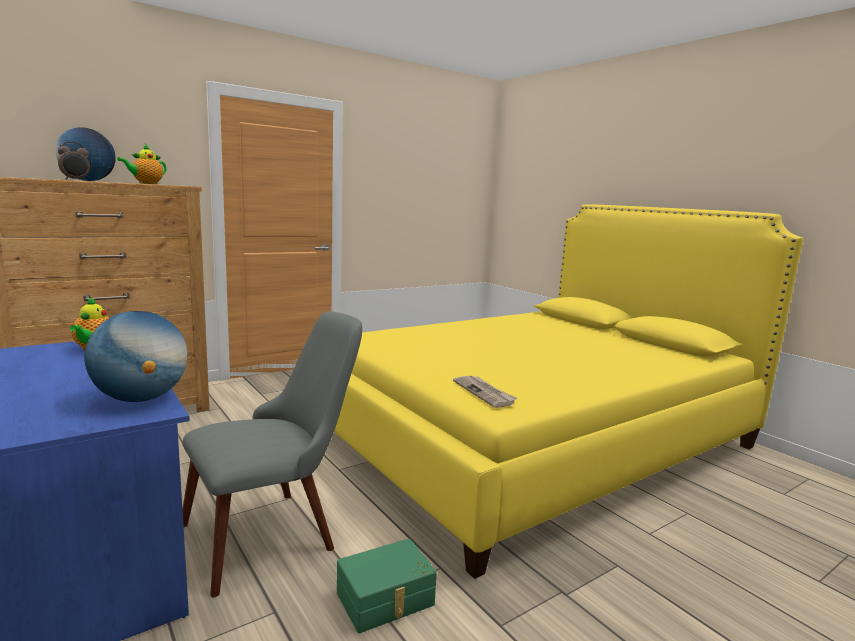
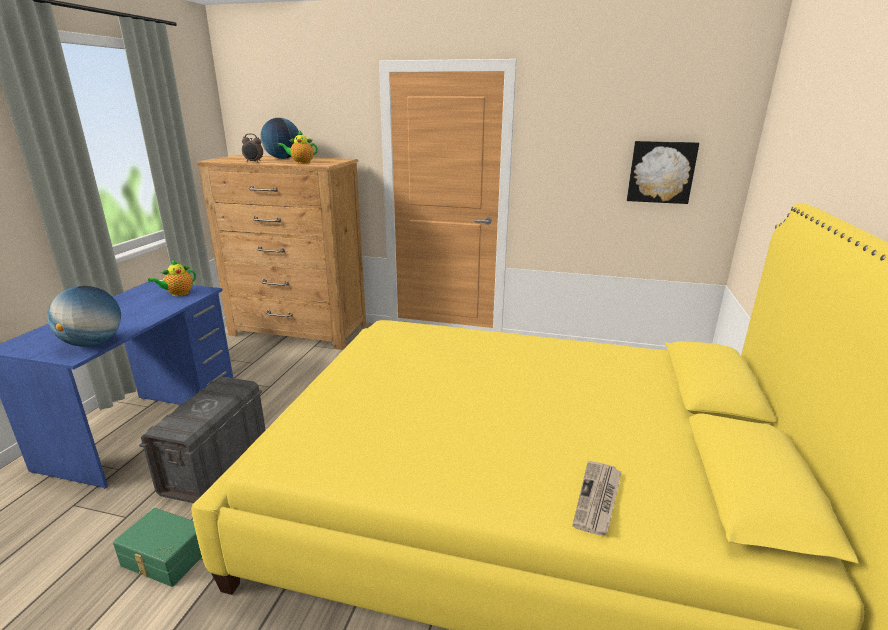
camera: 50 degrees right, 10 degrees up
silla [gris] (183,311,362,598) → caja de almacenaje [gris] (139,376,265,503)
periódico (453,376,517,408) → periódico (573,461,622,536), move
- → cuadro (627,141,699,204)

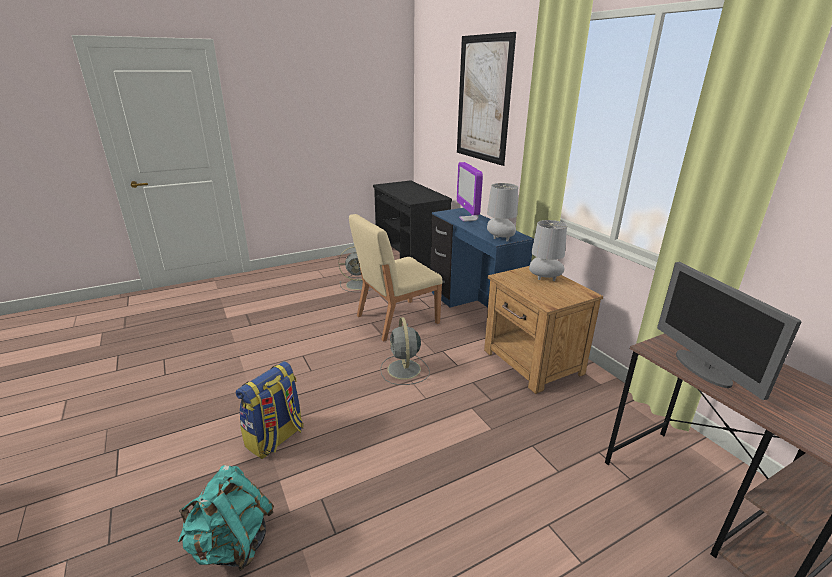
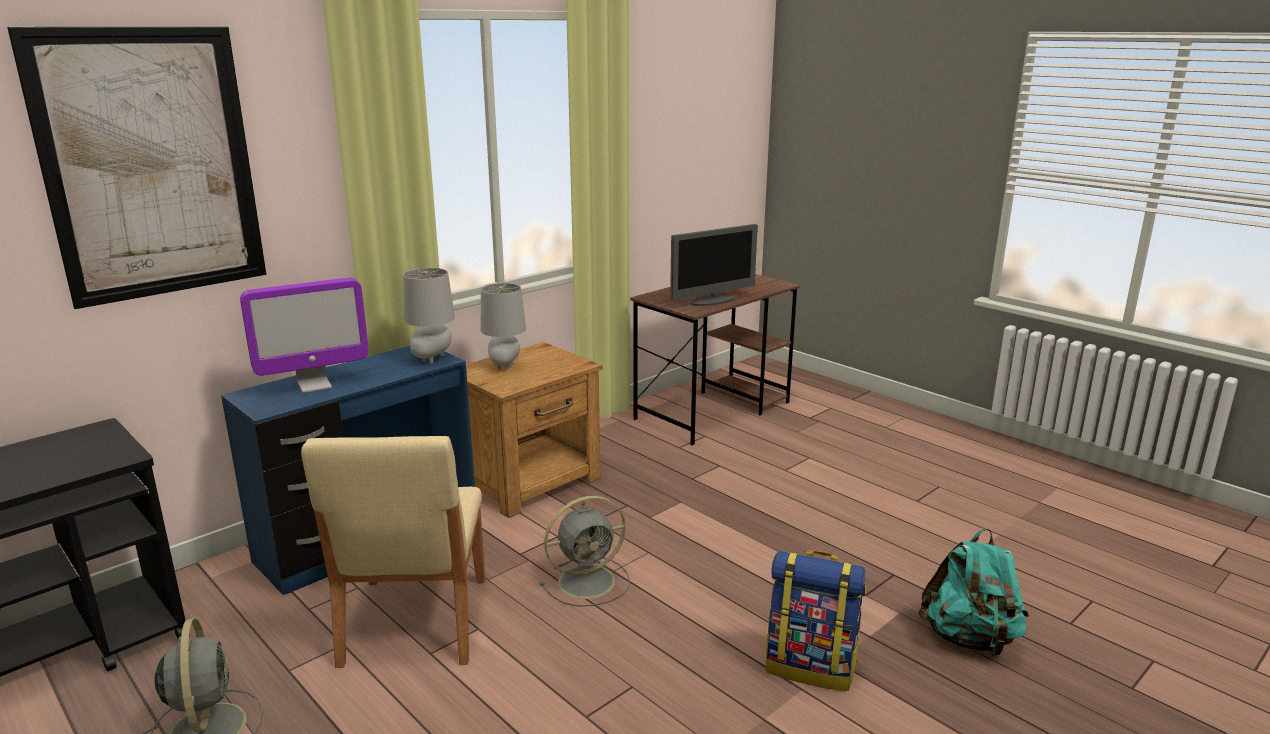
camera: 105 degrees left, 5 degrees down
silla [beis] (349,214,443,341) → silla [beis] (301,436,485,668), 45 degrees clockwise

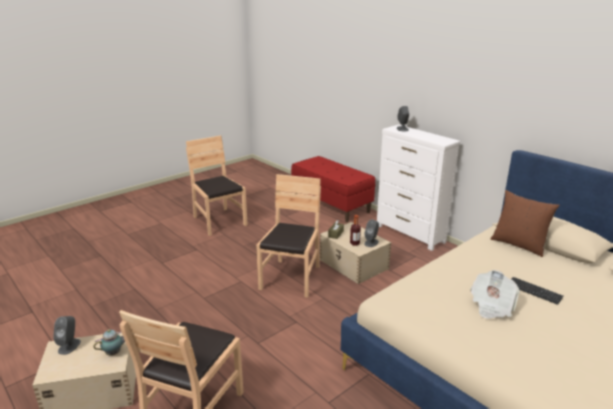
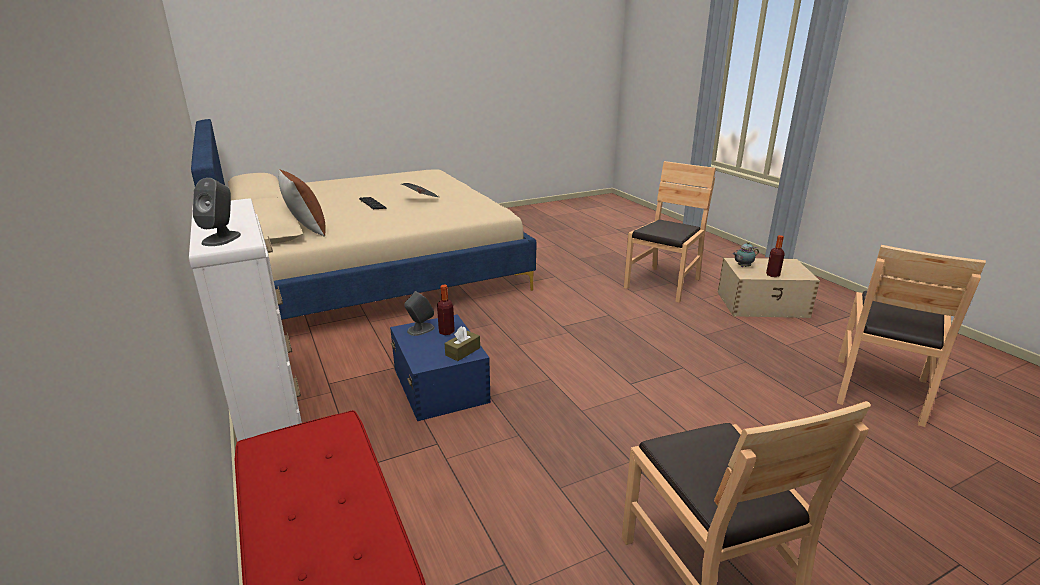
camera: 165 degrees left, 0 degrees up
silla [marrón] (256,174,321,298) → silla [marrón] (837,245,986,427), move
caja de almacenaje [beis] (320,222,391,284) → caja de almacenaje [azul] (390,314,491,421)
altavoz [gris] (53,316,81,355) → -
- → botella (766,235,785,277)

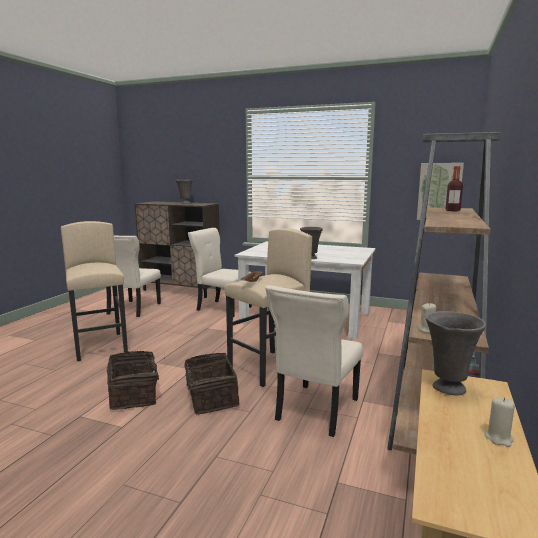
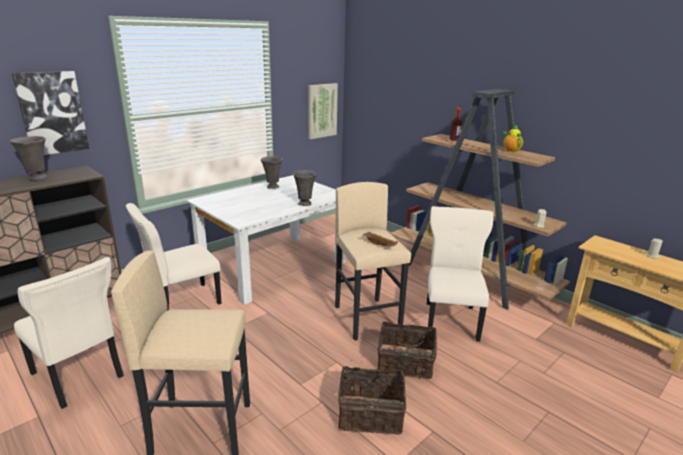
camera: 65 degrees left, 10 degrees up
silla [beis] (266,285,363,437) → silla [beis] (427,206,494,342), 135 degrees counterclockwise
florero [gris] (425,311,486,395) → florero [gris] (261,156,283,189), move
- → cuadro (12,71,89,155)
- → tetera (503,125,523,153)

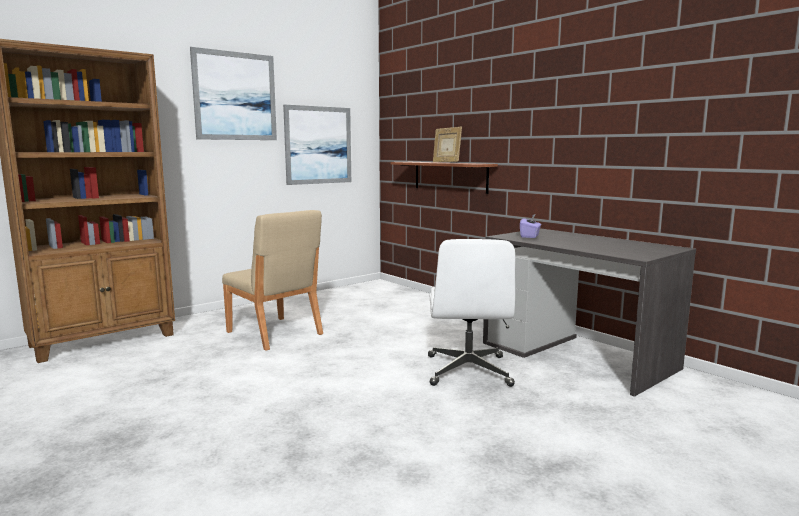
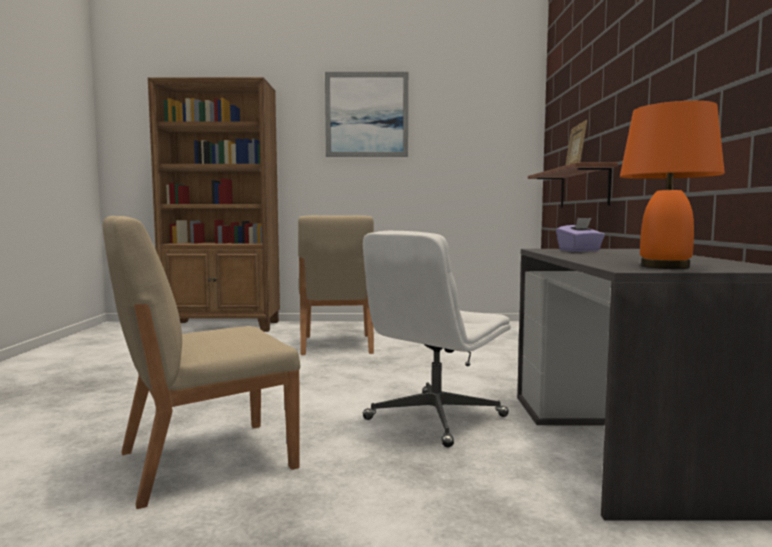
camera: 40 degrees right, 5 degrees down
cuadro (283,105,351,185) → -
- → lámpara de mesa [naranja] (620,101,725,269)
- → silla [beis] (103,216,300,509)

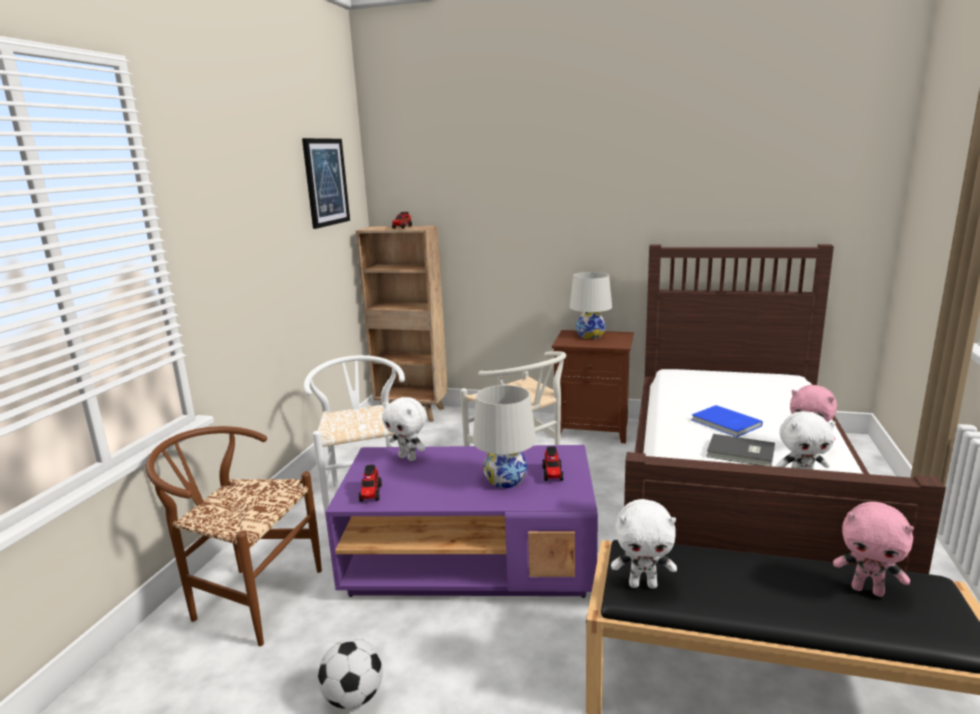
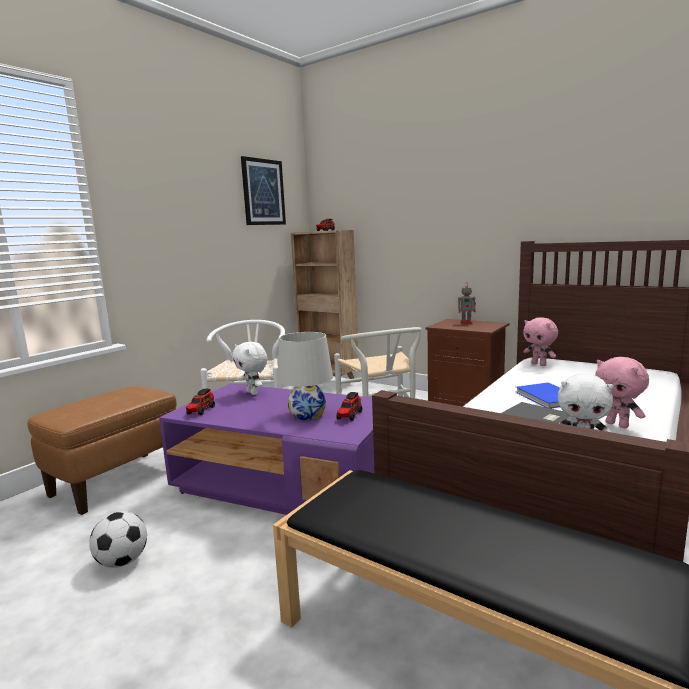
camera: 20 degrees right, 5 degrees down
lámpara de mesa [blanco] (570,272,612,339) → robot de juguete (458,282,476,324)
silla [marrón] (146,426,322,646) → puf [marrón] (27,386,176,515)
peluche [blanco] (611,499,677,589) → -
peluche [rosa] (833,502,914,597) → peluche [rosa] (523,317,558,366), move

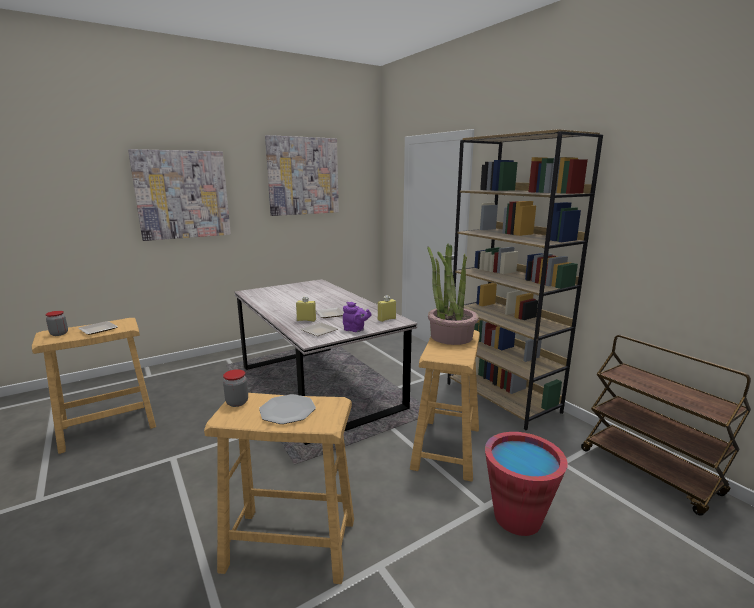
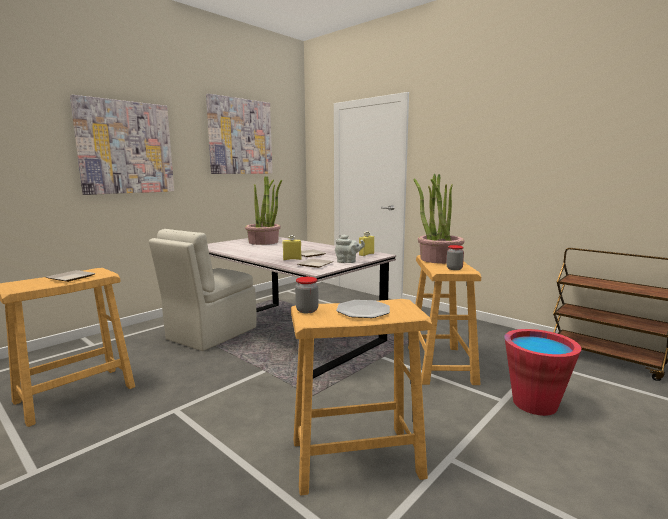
camera: 15 degrees left, 5 degrees down
estantería [marrón] (447,129,603,430) → -
tetera [morado] (343,302,372,332) → tetera [gris] (335,234,365,263)
tarro (45,311,68,336) → tarro (447,245,464,270), move
- → planta en maceta (245,176,282,245)
- → silla [beis] (149,229,257,351)

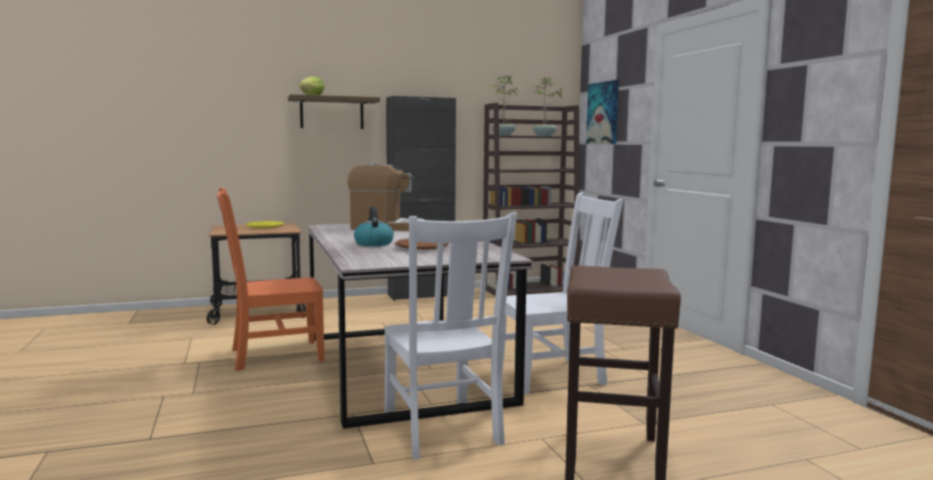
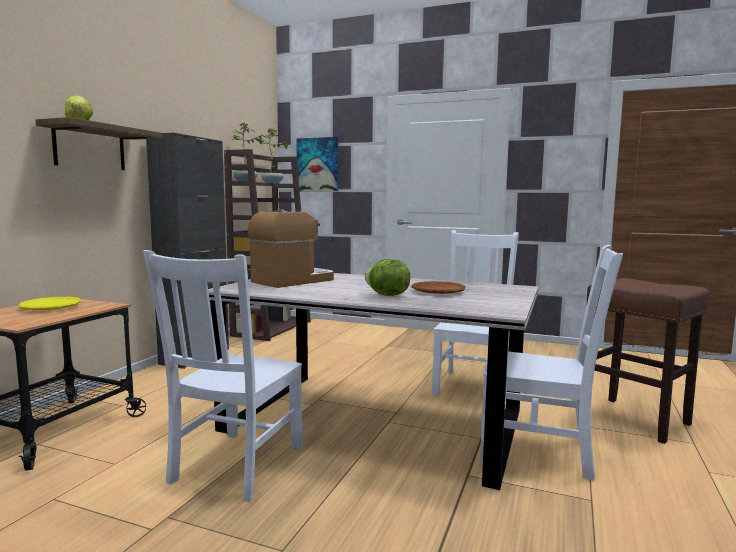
camera: 50 degrees left, 0 degrees up
silla [naranja] (217,188,325,371) → silla [blanco] (143,250,303,501)
hervidor (354,206,394,246) → lechuga (364,259,410,296)

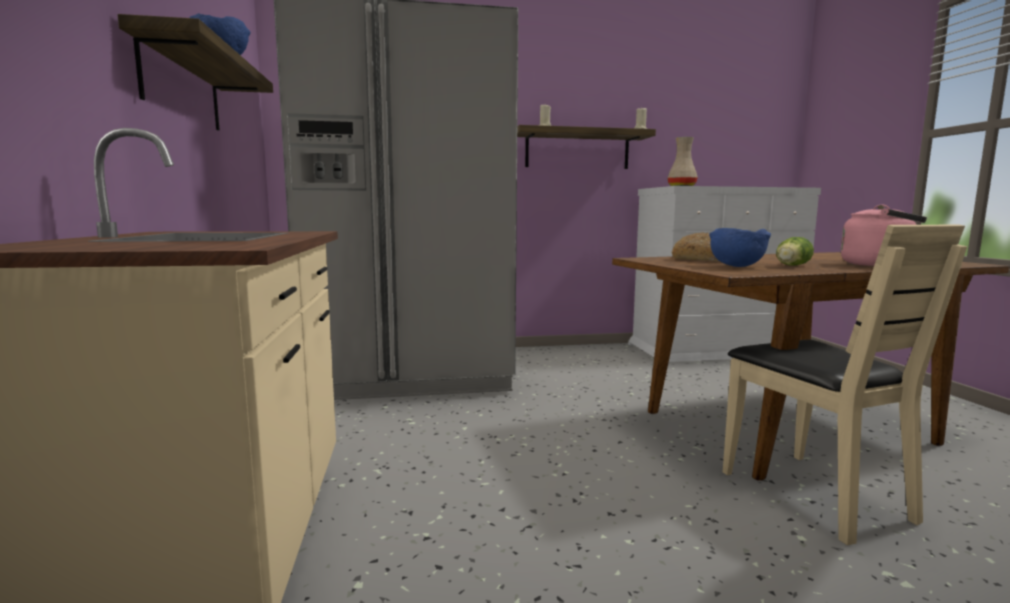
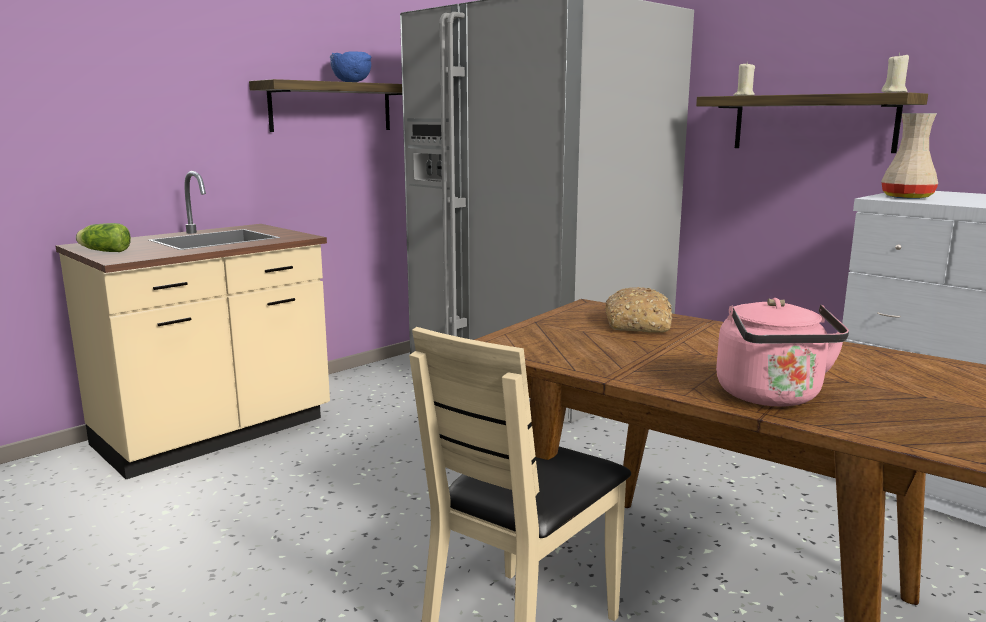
camera: 55 degrees right, 5 degrees up
cuenco [azul] (709,228,771,267) → -
lechuga (776,237,814,266) → lechuga (76,223,131,252), move

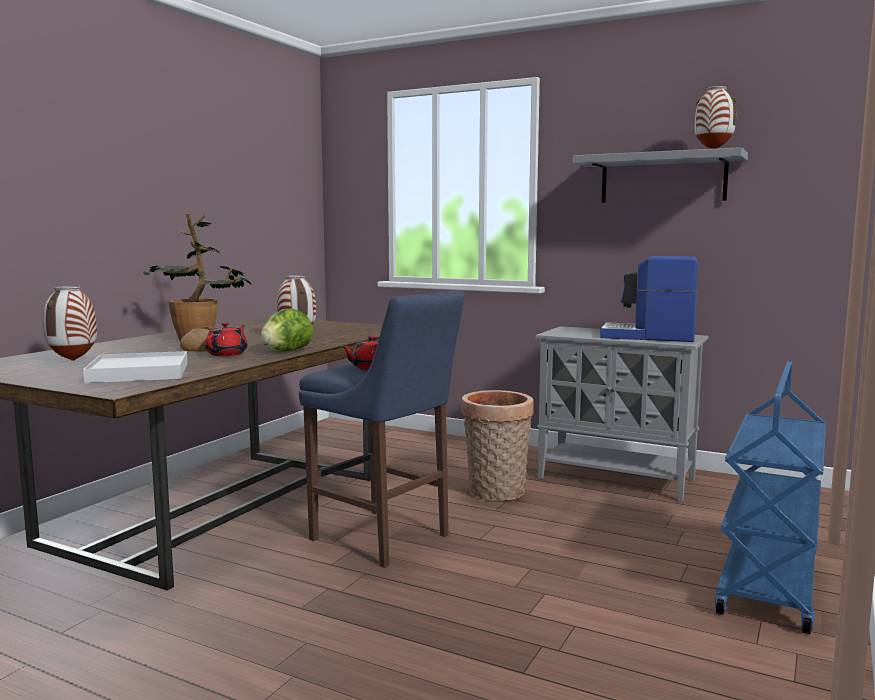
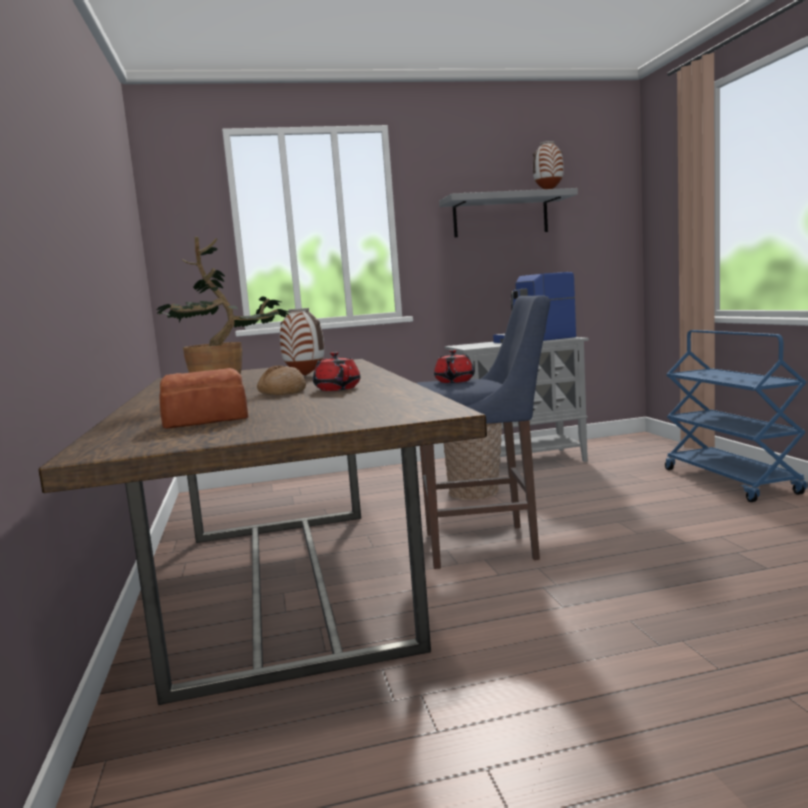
camera: 40 degrees left, 0 degrees up
florero (43,286,97,361) → pan (159,368,248,429)
lechuga (261,309,313,352) → -
bandeja [blanco] (83,351,188,383) → -

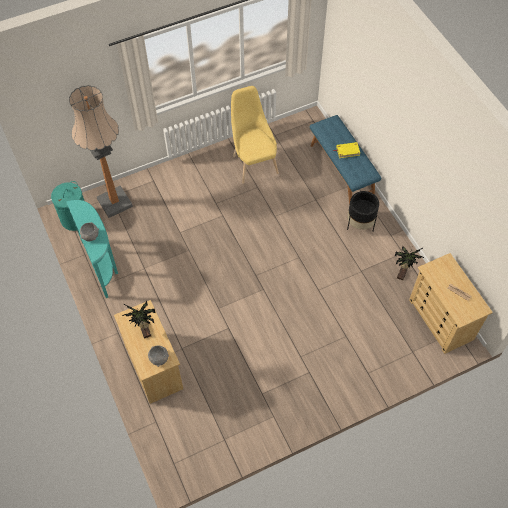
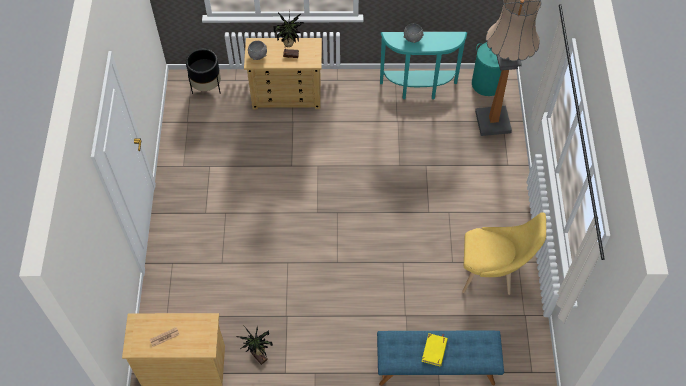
camera: 115 degrees right, 0 degrees up
maceta [negro] (347,191,379,232) → maceta [negro] (186,49,221,94), move

